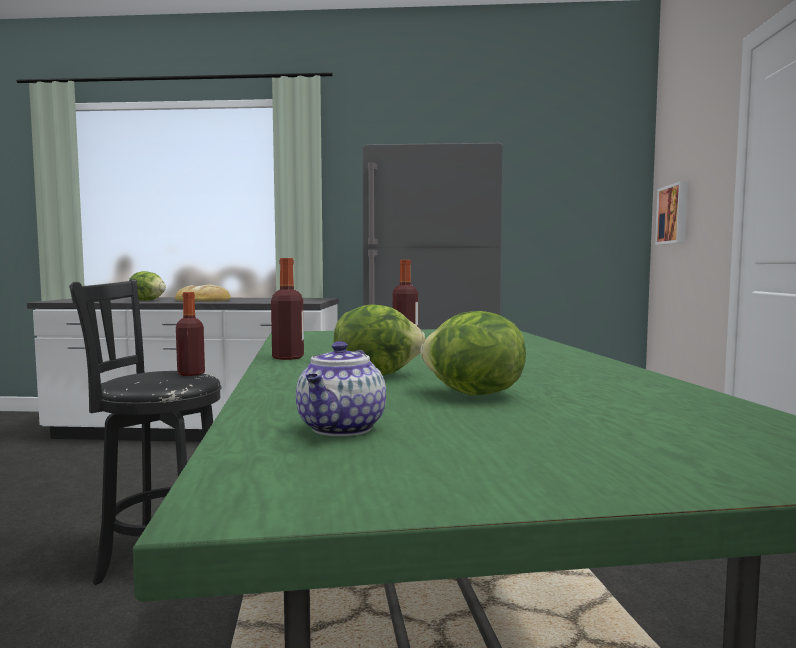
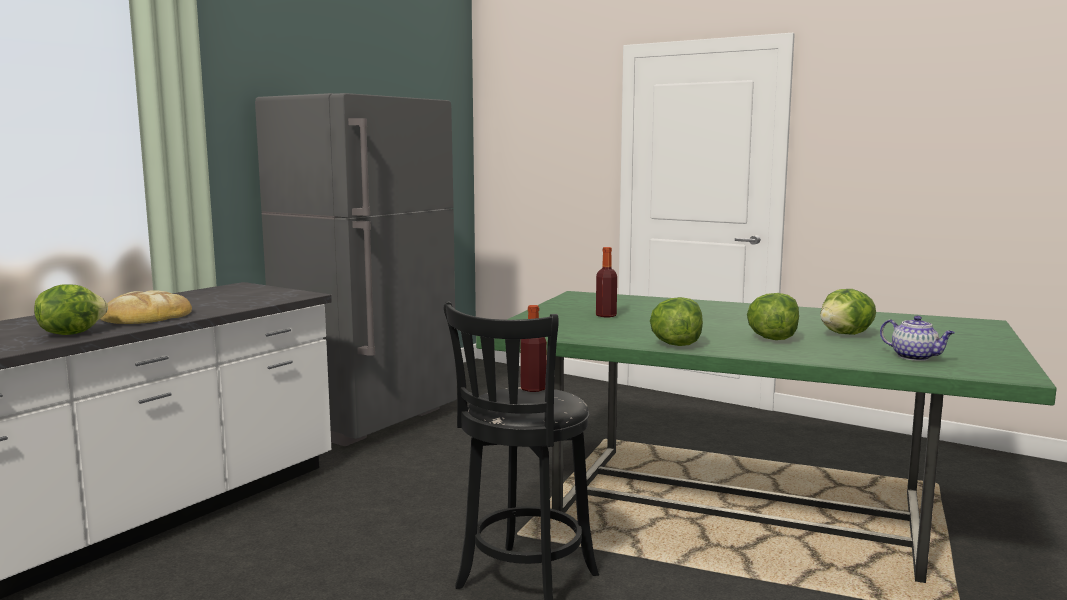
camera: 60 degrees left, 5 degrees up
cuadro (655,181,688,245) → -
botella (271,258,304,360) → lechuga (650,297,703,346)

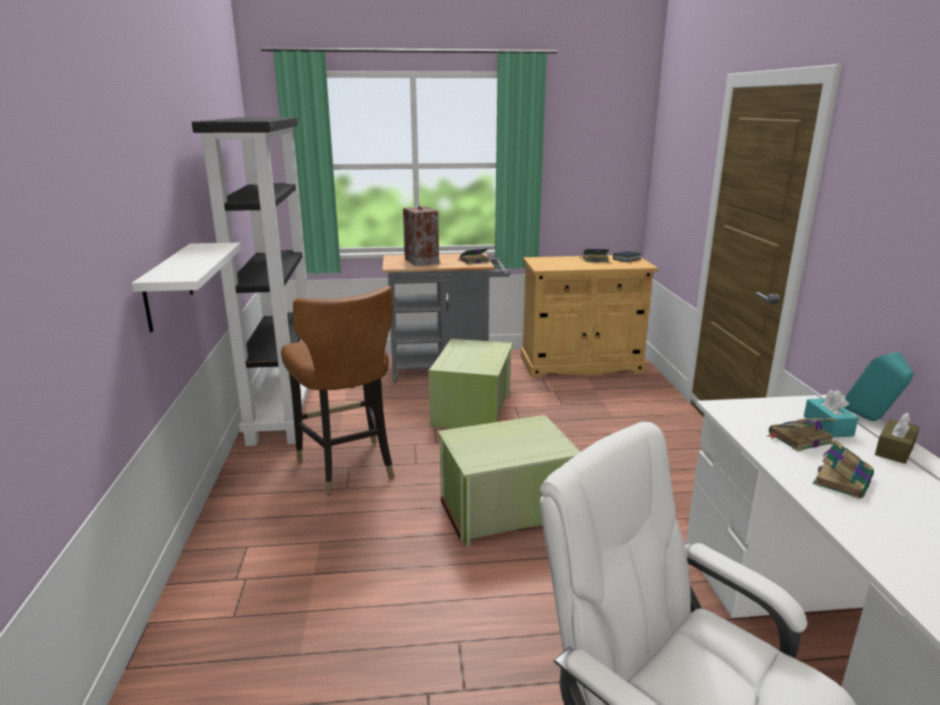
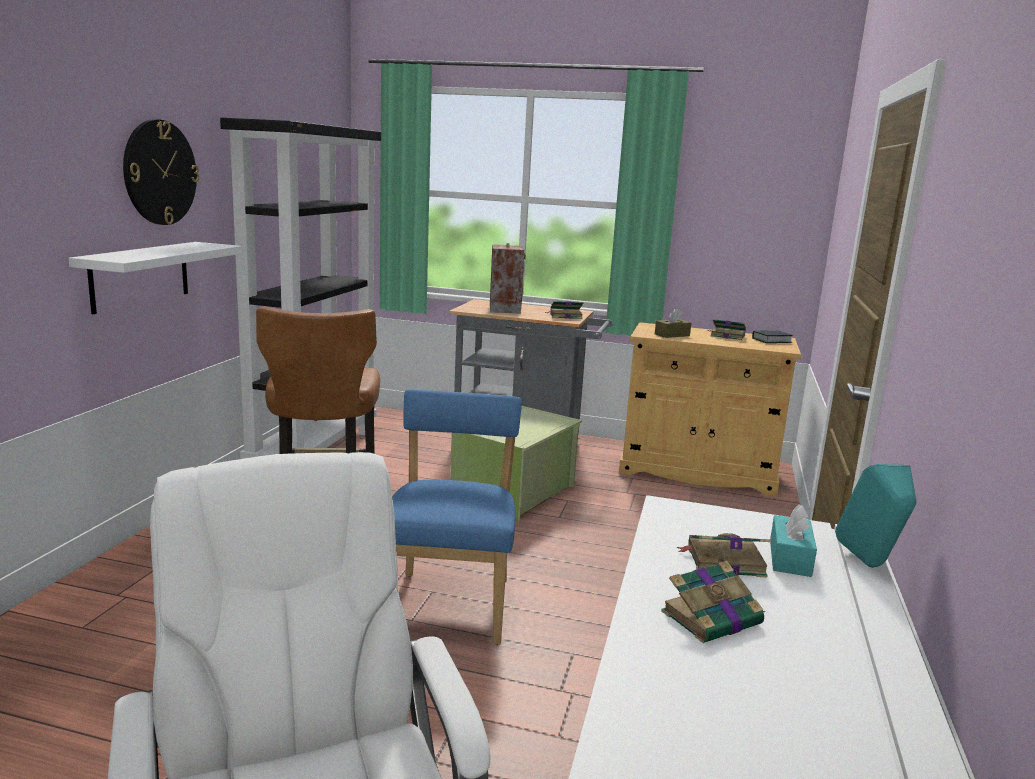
camera: 20 degrees right, 5 degrees down
caja de pañuelos [marrón] (875,412,919,464) → caja de pañuelos [marrón] (655,308,691,338), move
caja de almacenaje [verde] (438,415,581,547) → silla [azul] (392,390,522,645)
- → reloj de pared (123,119,199,225)

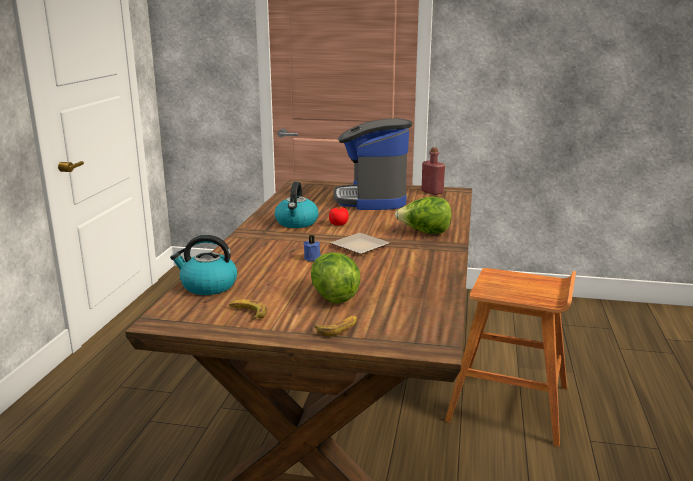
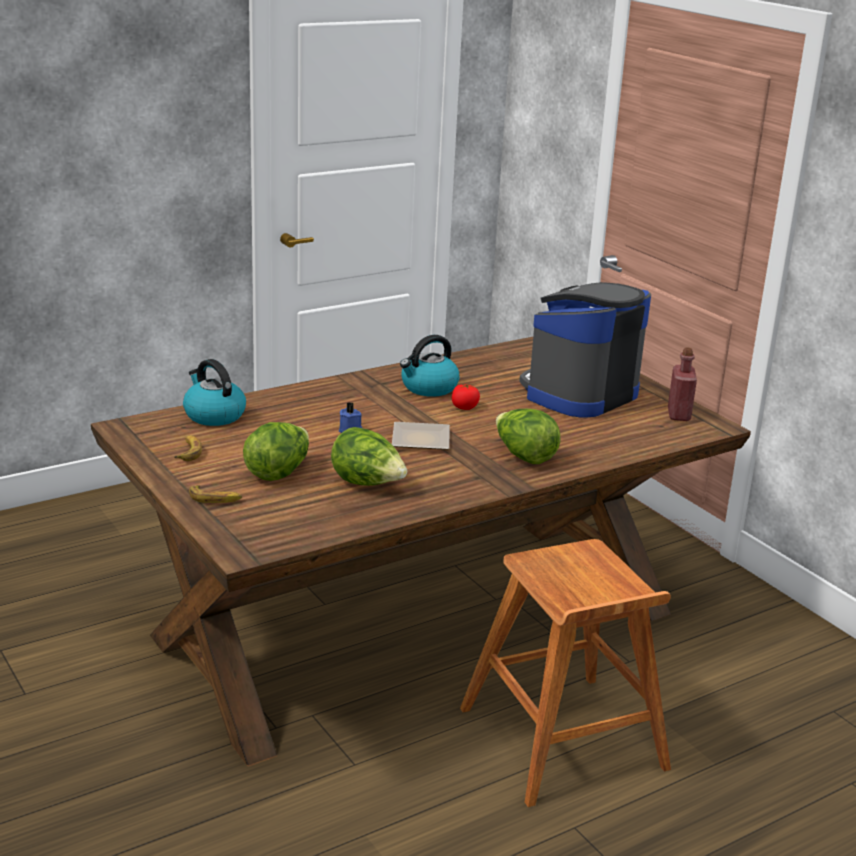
camera: 45 degrees right, 5 degrees up
- → lechuga (331,427,407,486)

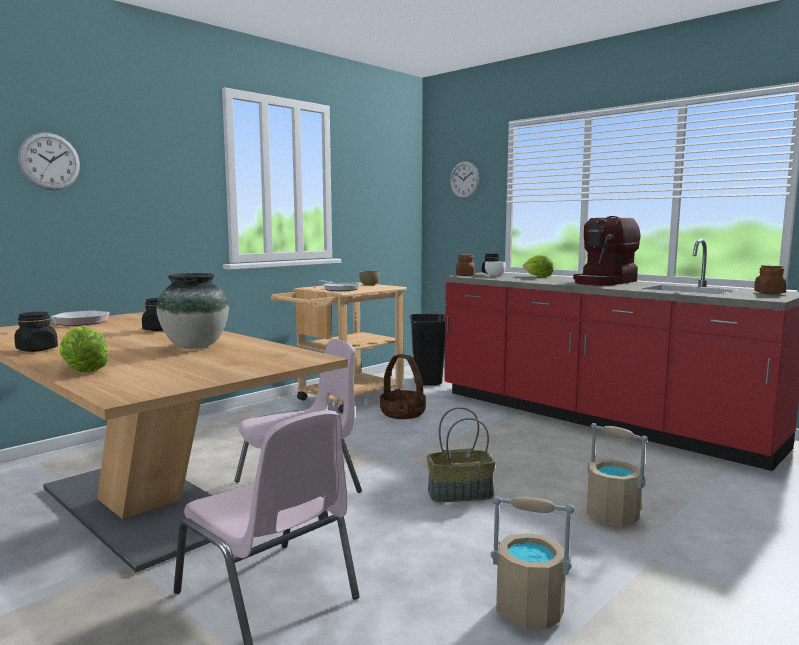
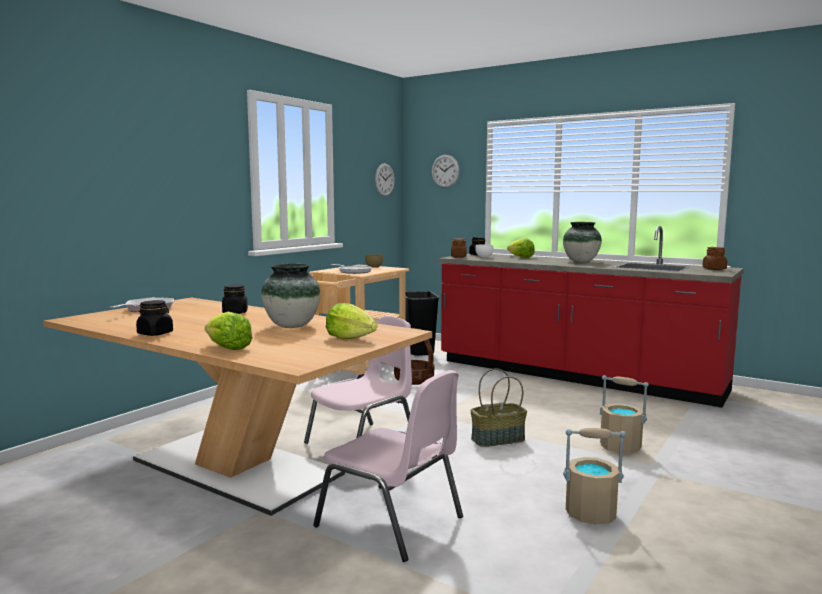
camera: 10 degrees left, 0 degrees up
reloj de pared (18,132,80,190) → reloj de pared (375,164,395,196), move
cafetera (573,216,640,285) → florero (563,222,602,262)
- → lechuga (326,303,377,339)

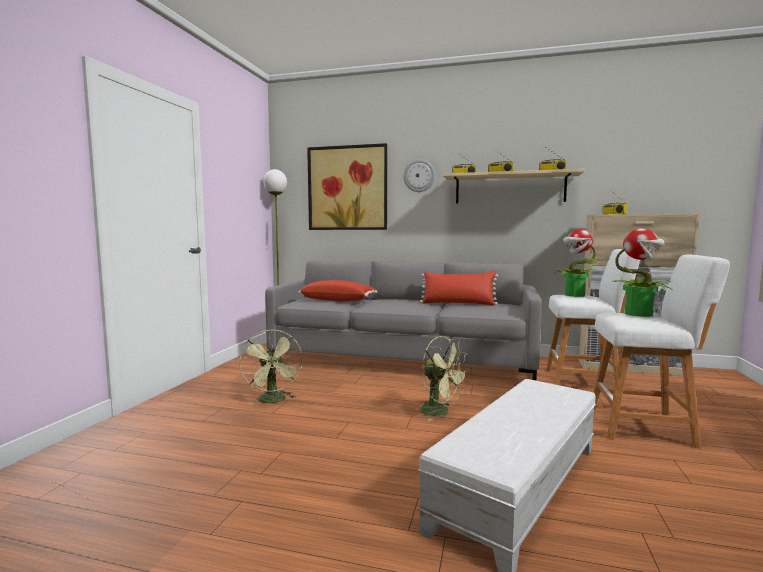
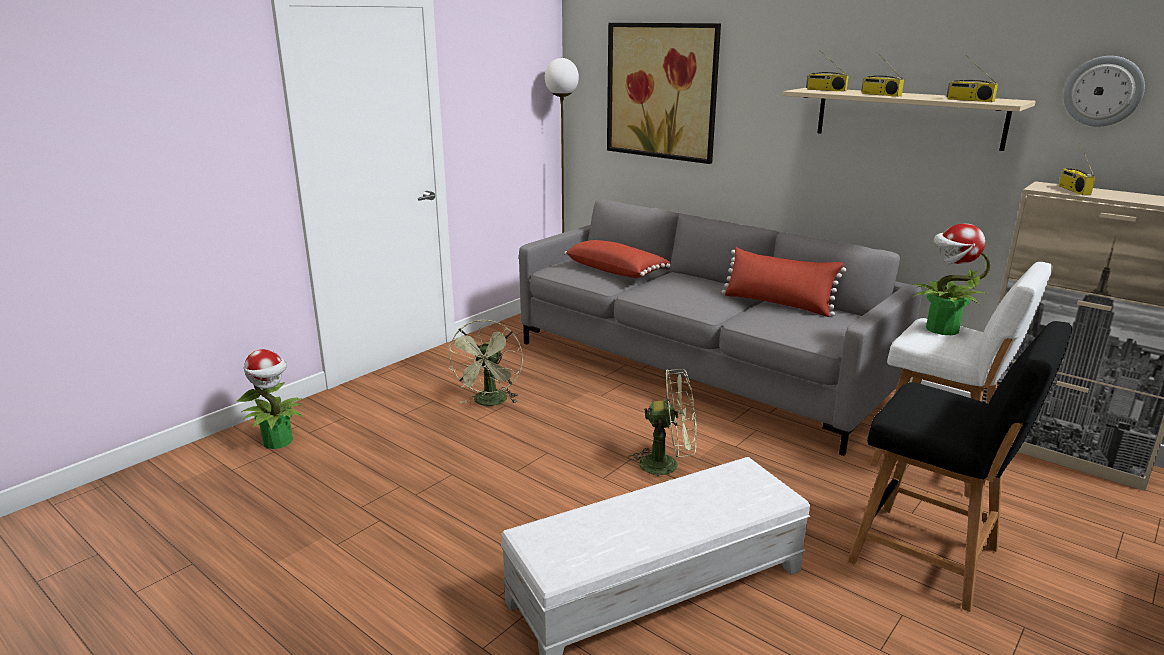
camera: 25 degrees right, 15 degrees up
reloj de pared (404,159,435,192) → reloj de pared (1063,56,1145,127), move
planta en maceta (612,229,672,317) → planta en maceta (237,349,303,449), move
taburete [blanco] (593,254,730,448) → taburete [negro] (848,321,1072,612)
ventilador [verde] (419,336,470,421) → ventilador [verde] (628,369,697,481), 60 degrees counterclockwise

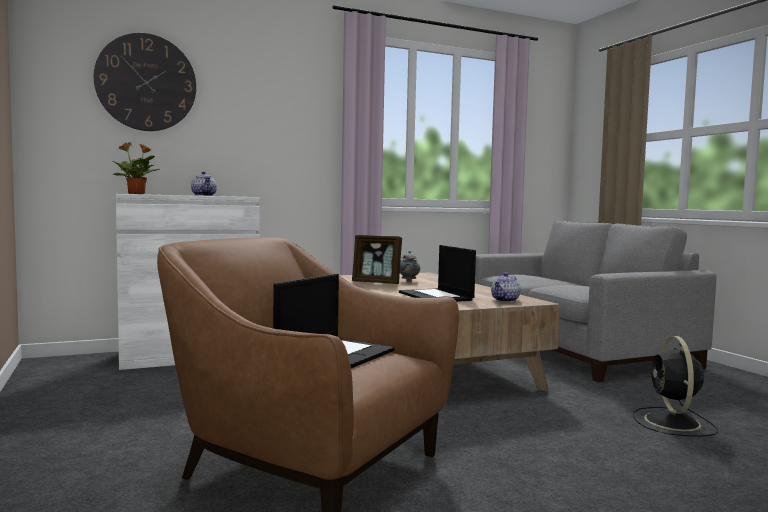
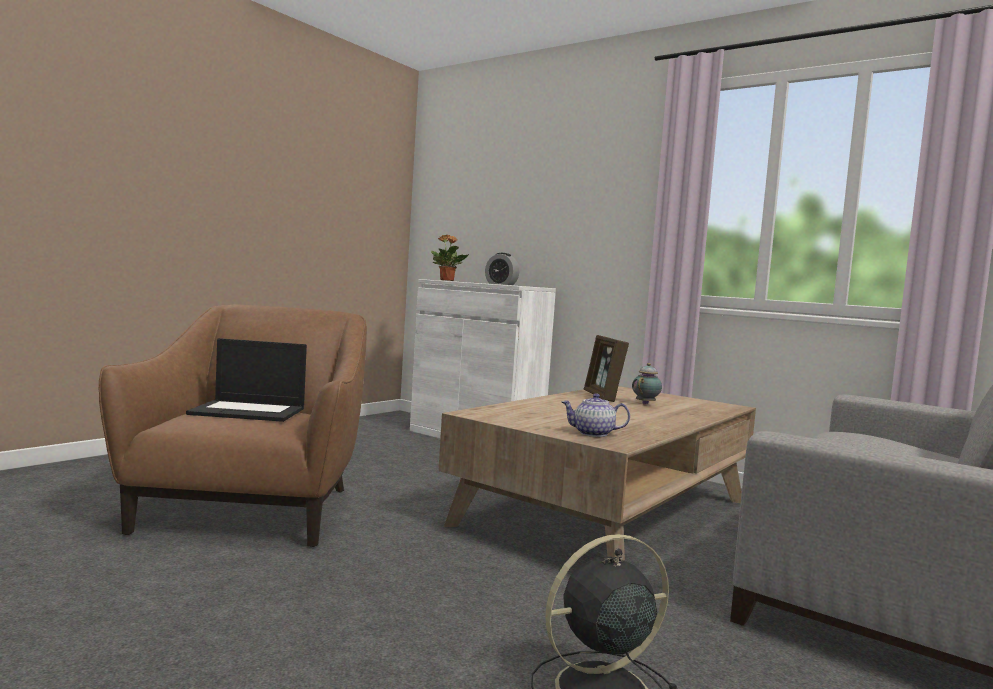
camera: 60 degrees right, 0 degrees up
reloj de pared (94,33,196,131) → -
tetera (191,171,217,196) → despertador (485,253,519,285)
portátil (399,245,476,302) → -

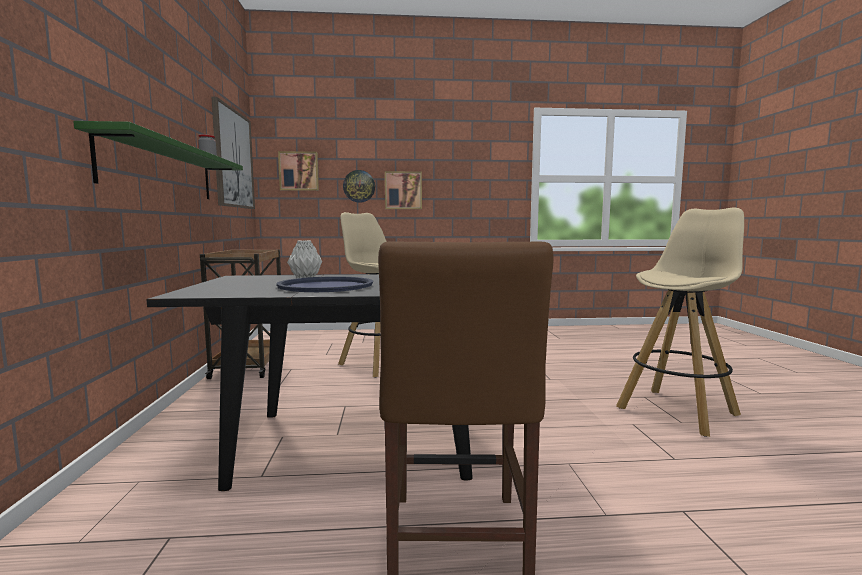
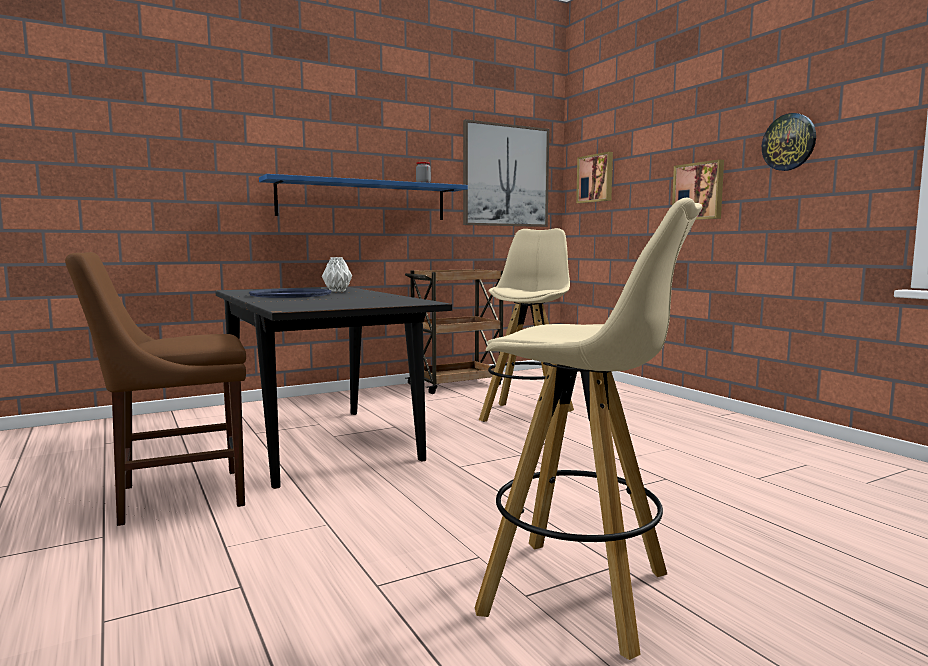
camera: 65 degrees right, 0 degrees up
estante [verde] (73,121,243,199) → estante [azul] (259,174,468,220)
reloj de pared (343,170,375,203) → reloj de pared (762,113,816,171), move

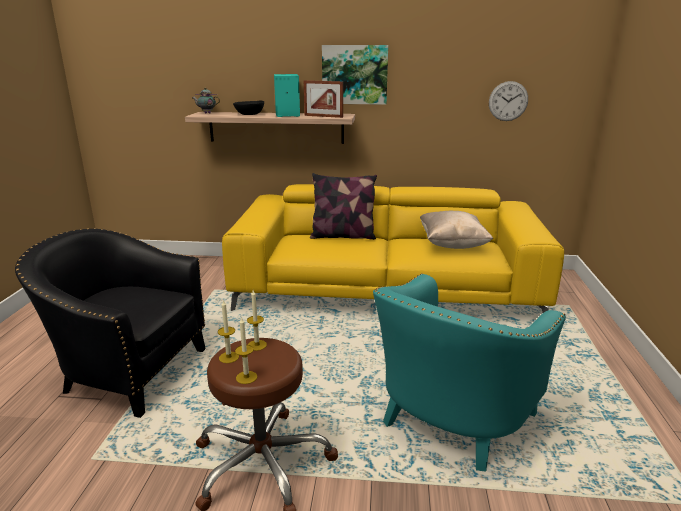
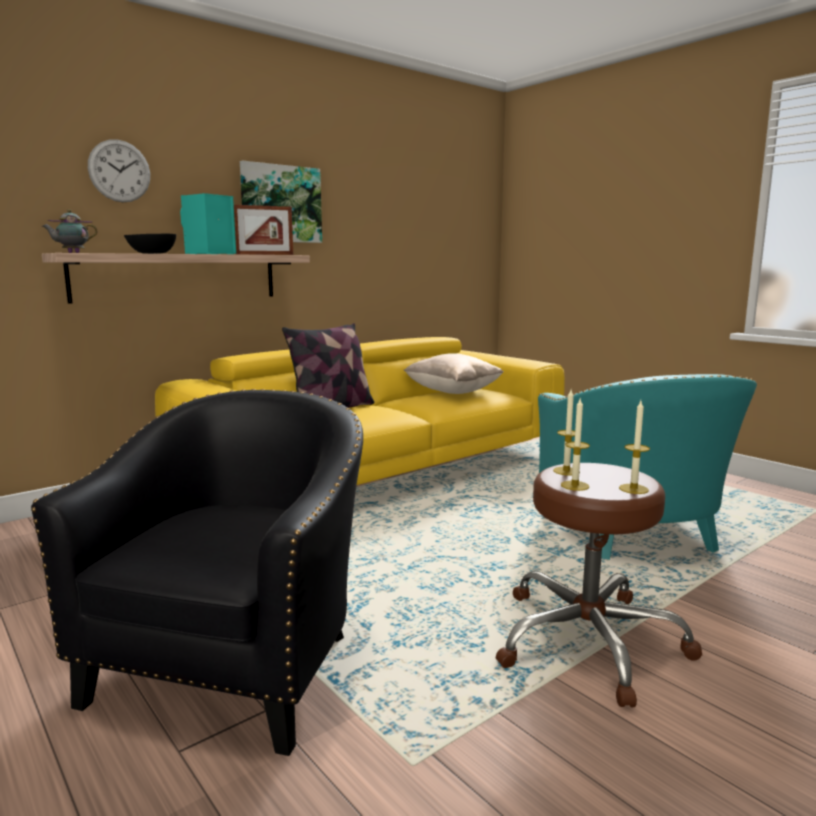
camera: 45 degrees left, 10 degrees down
reloj de pared (489,81,528,121) → reloj de pared (88,139,150,202), move
sillón [negro] (15,228,206,418) → sillón [negro] (31,389,363,756), 135 degrees clockwise

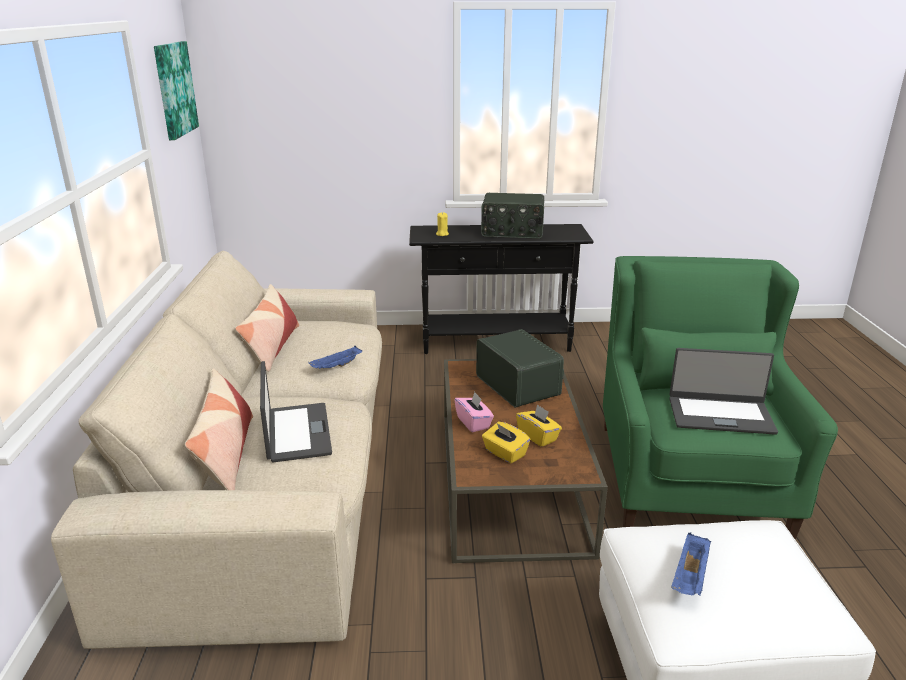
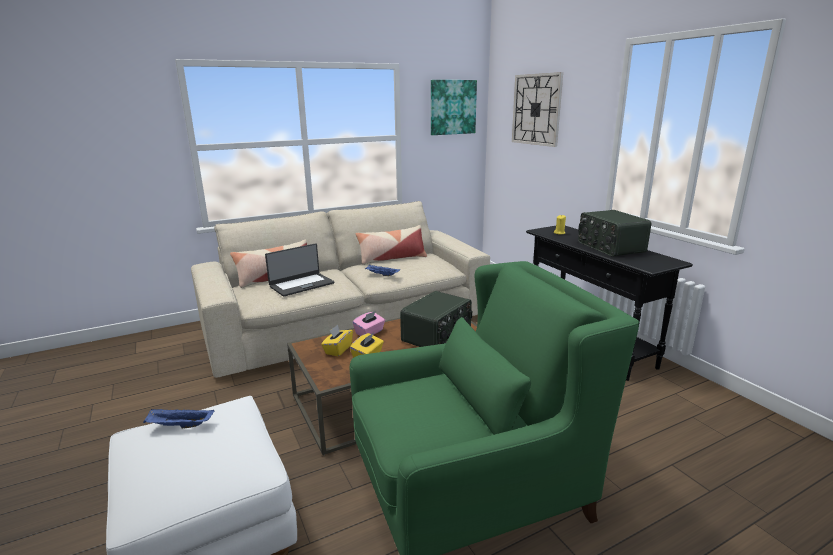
camera: 65 degrees right, 5 degrees down
portátil (669,348,778,435) → -
- → reloj de pared (512,72,563,147)

